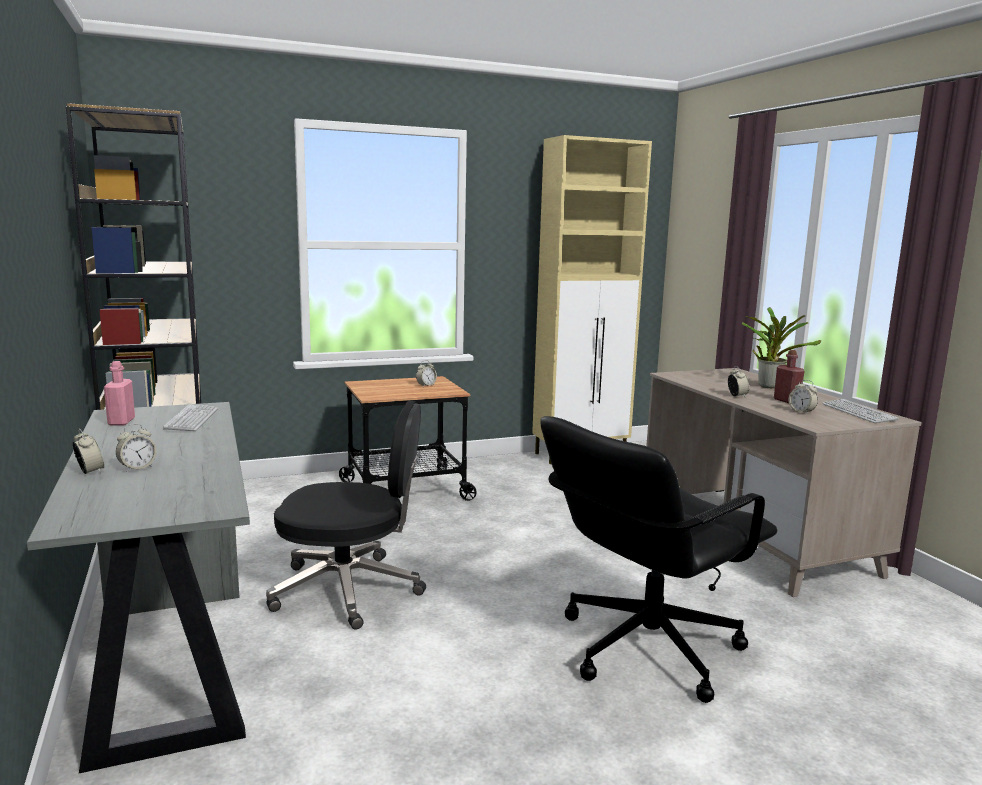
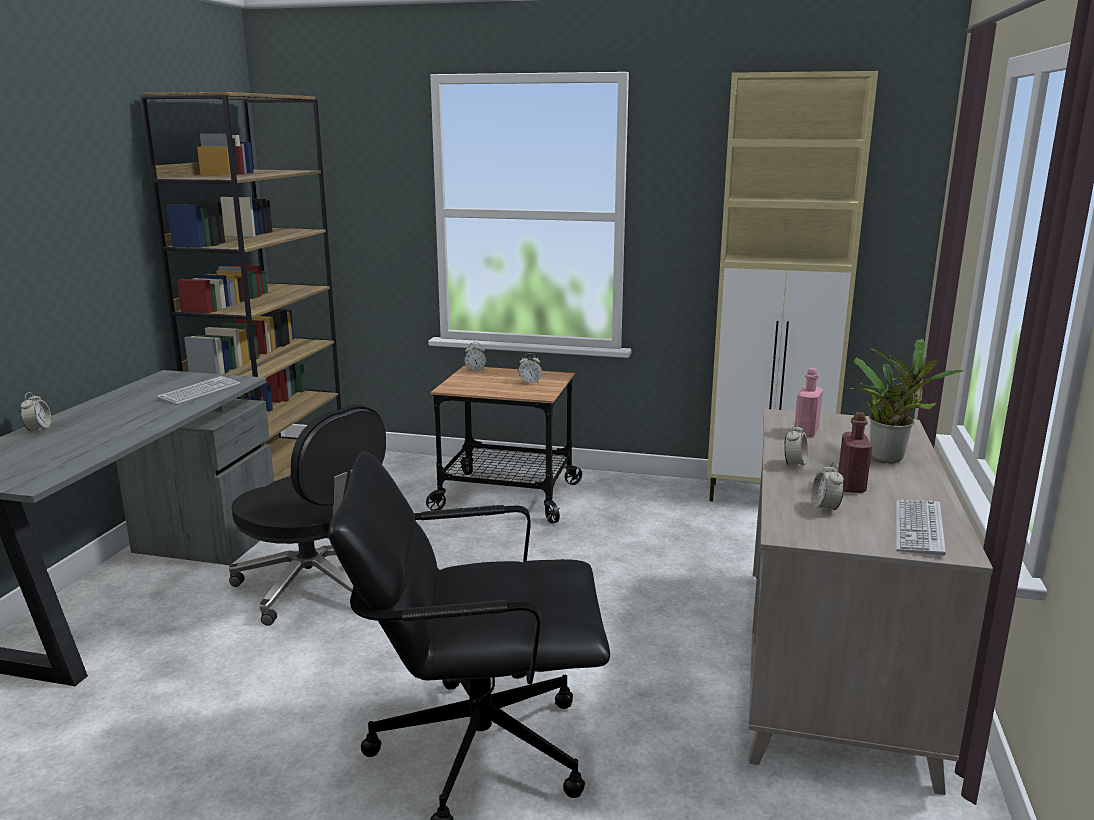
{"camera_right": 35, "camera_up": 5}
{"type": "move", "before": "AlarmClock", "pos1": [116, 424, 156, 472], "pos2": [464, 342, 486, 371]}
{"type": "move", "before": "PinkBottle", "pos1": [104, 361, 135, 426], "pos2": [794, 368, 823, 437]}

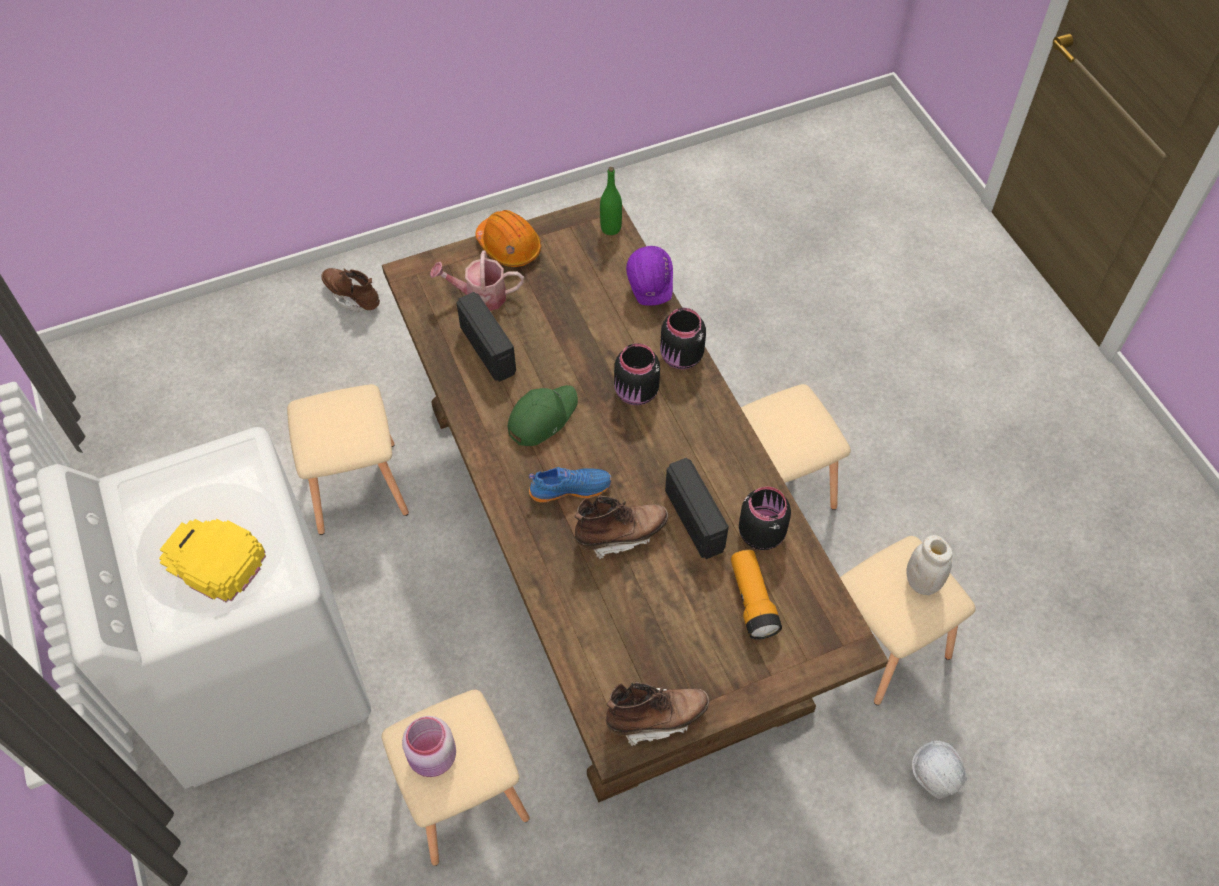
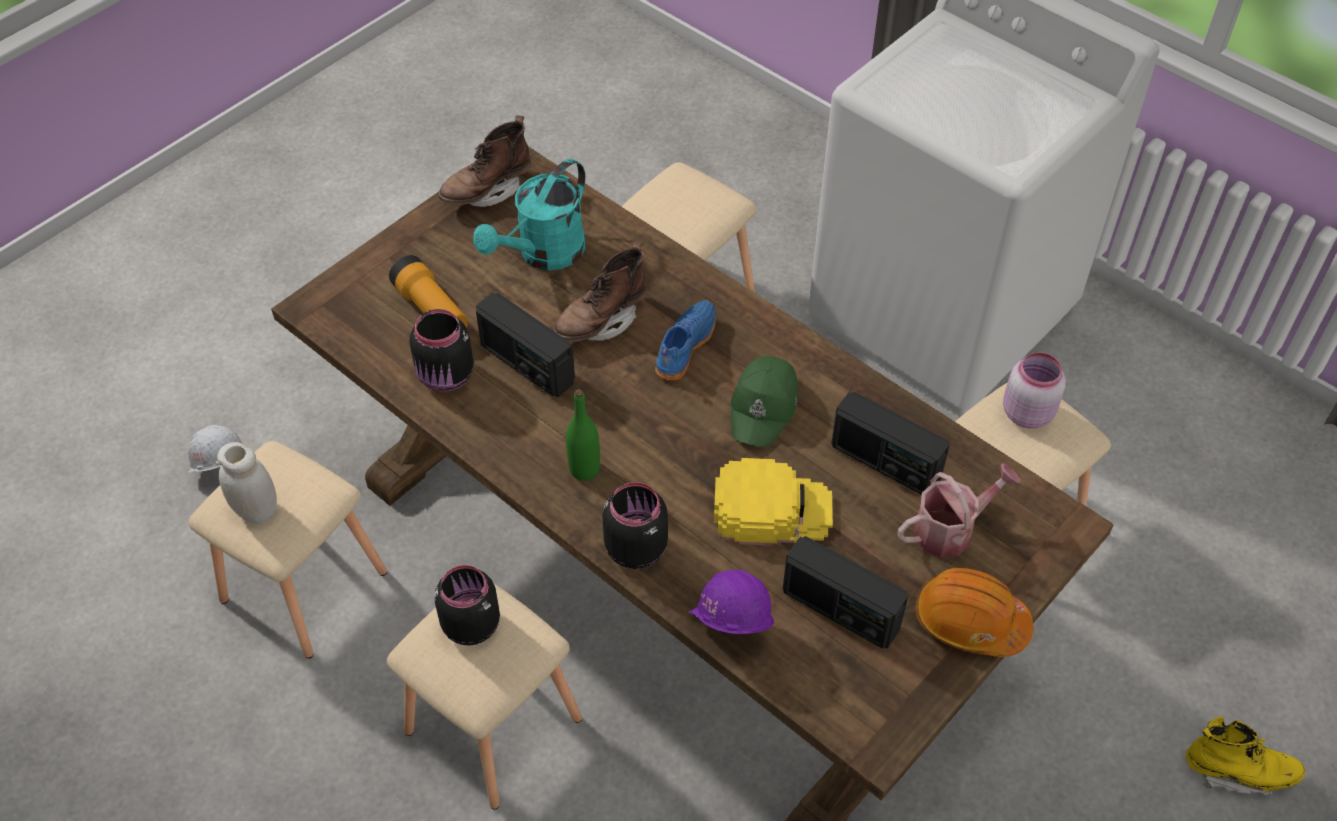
{"camera_right": 155, "camera_up": -5}
{"type": "move", "before": "BlackJar", "pos1": [614, 343, 660, 405], "pos2": [434, 565, 500, 645]}
{"type": "insert", "after": "TurquoiseWateringCan", "pos2": [473, 159, 586, 270]}
{"type": "move", "before": "GreenBottle", "pos1": [600, 167, 622, 235], "pos2": [566, 389, 600, 481]}
{"type": "rotate", "before": "BlueShoe", "pos1": [529, 467, 612, 503], "pos2": [655, 300, 716, 380], "turn": 150}
{"type": "move", "before": "YellowCap", "pos1": [159, 519, 266, 603], "pos2": [714, 458, 833, 546]}
{"type": "insert", "after": "Radio", "pos2": [783, 536, 908, 648]}
{"type": "move", "before": "PinkJar", "pos1": [402, 716, 456, 777], "pos2": [1003, 353, 1066, 429]}
{"type": "recolor", "before": "BrownBoot", "after": "YellowBoot", "pos1": [321, 268, 380, 313], "pos2": [1186, 717, 1305, 796]}

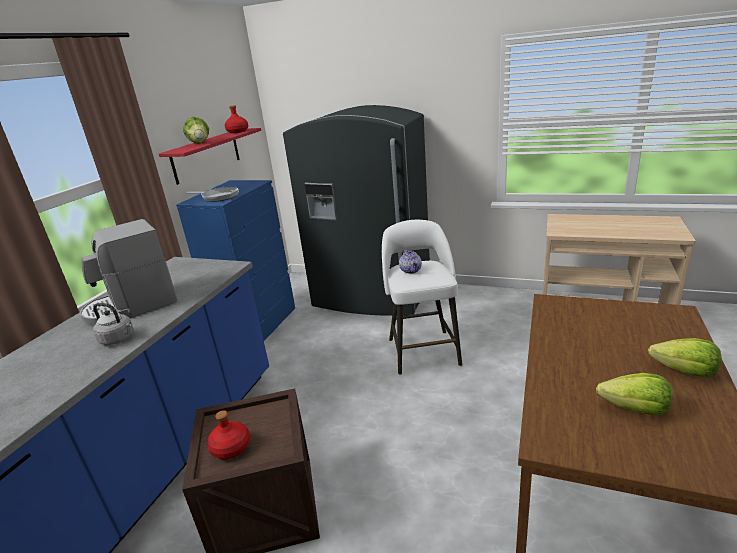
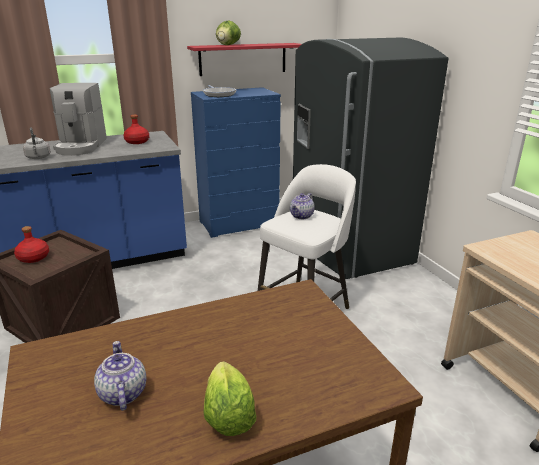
{"camera_right": 45, "camera_up": 0}
{"type": "rotate", "before": "CoffeeMachine", "pos1": [80, 219, 178, 327], "pos2": [50, 83, 107, 156], "turn": -105}
{"type": "replace", "before": "Lettuce", "after": "Teapot", "pos1": [596, 373, 673, 416], "pos2": [94, 341, 146, 411]}
{"type": "move", "before": "RedBottle", "pos1": [225, 106, 248, 133], "pos2": [123, 115, 149, 144]}

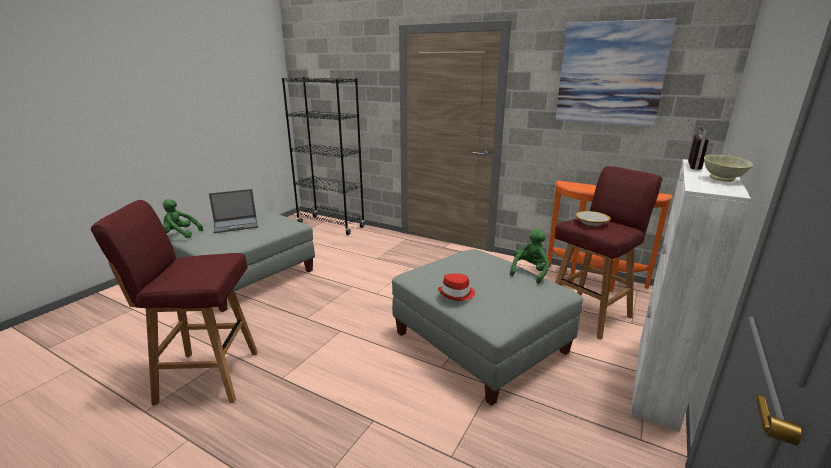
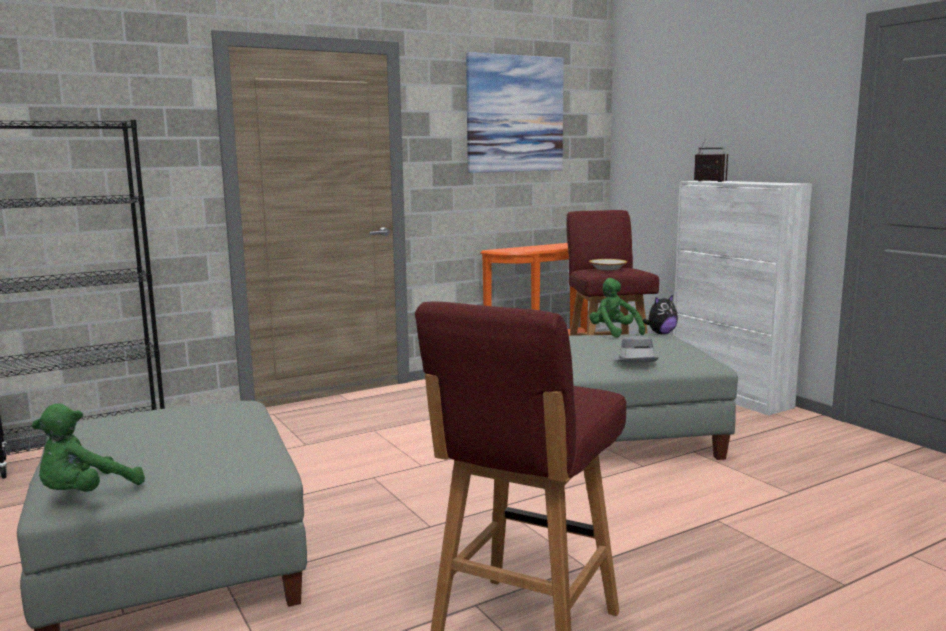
{"camera_right": -60, "camera_up": -10}
{"type": "recolor", "before": "RedHat", "after": "GreyHat", "pos1": [438, 274, 475, 301], "pos2": [614, 336, 659, 362]}
{"type": "insert", "after": "PlushToy", "pos2": [643, 295, 678, 334]}
{"type": "delete", "before": "Laptop", "pos1": [209, 189, 258, 233]}
{"type": "delete", "before": "BeigeBowl", "pos1": [704, 155, 753, 182]}

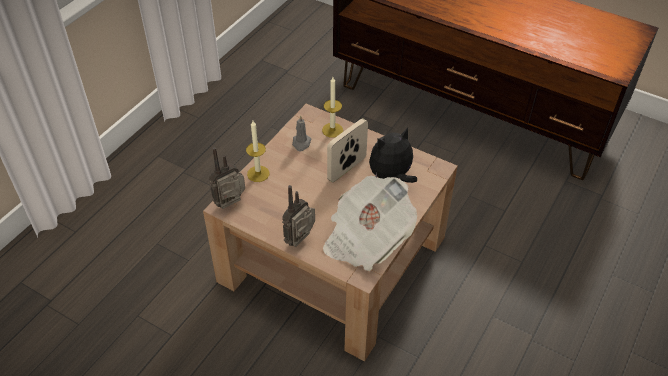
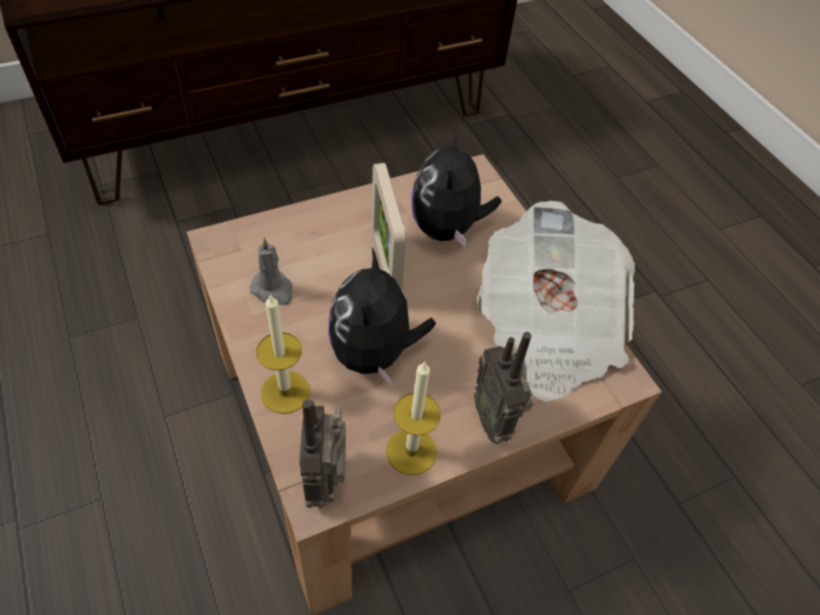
{"camera_right": -60, "camera_up": 5}
{"type": "insert", "after": "PlushToy", "pos2": [328, 247, 436, 385]}
{"type": "move", "before": "Candle", "pos1": [322, 77, 343, 138], "pos2": [386, 361, 441, 476]}

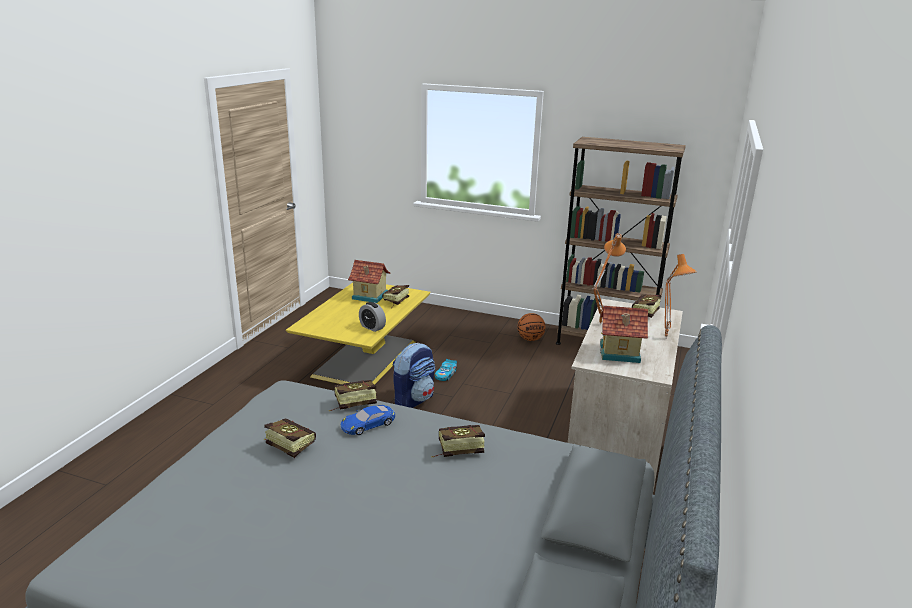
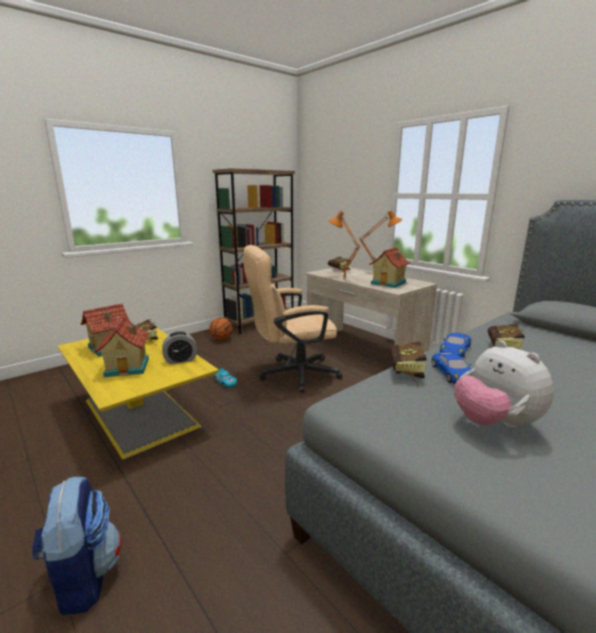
{"camera_right": -60, "camera_up": -5}
{"type": "move", "before": "Backpack", "pos1": [393, 343, 435, 408], "pos2": [31, 477, 122, 615]}
{"type": "insert", "after": "ToyHouse", "pos2": [95, 317, 149, 377]}
{"type": "insert", "after": "BeigeOfficeChair", "pos2": [243, 245, 343, 392]}
{"type": "insert", "after": "BlueToyCar", "pos2": [440, 333, 472, 357]}
{"type": "replace", "before": "Book", "after": "PlushToy", "pos1": [264, 419, 316, 458], "pos2": [454, 341, 554, 429]}

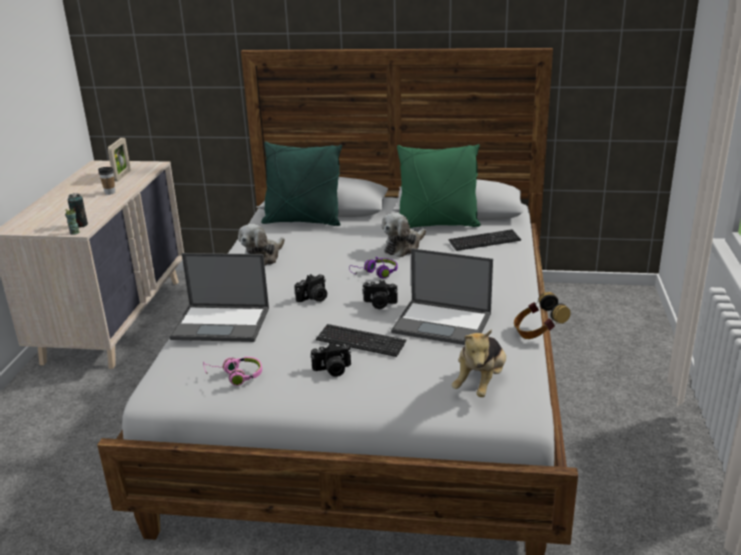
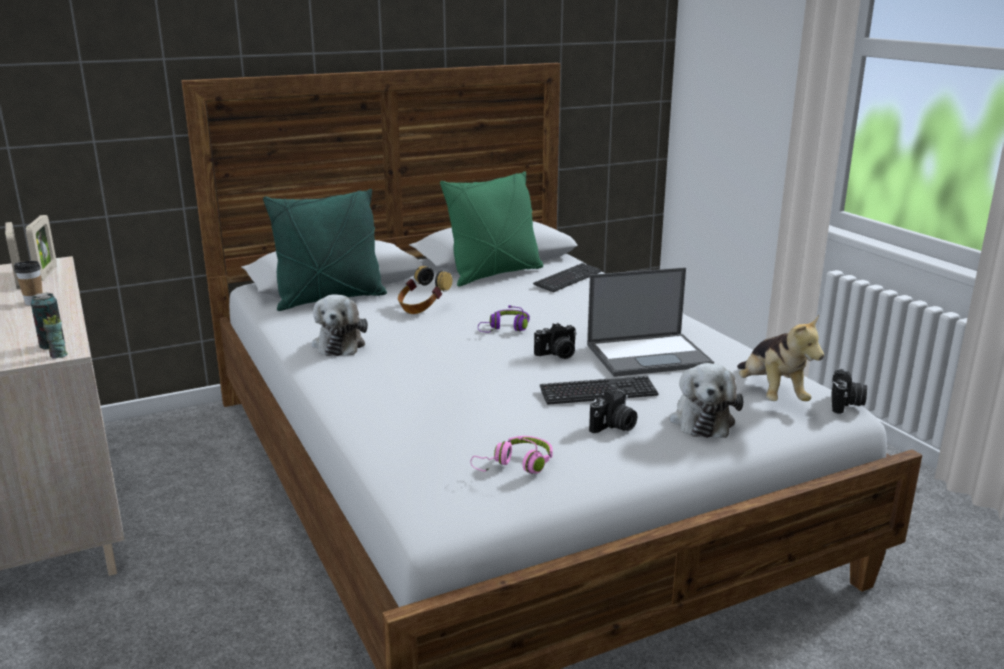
{"camera_right": -35, "camera_up": -5}
{"type": "insert", "after": "PictureFrame", "pos2": [26, 215, 57, 281]}
{"type": "move", "before": "Headphones", "pos1": [514, 292, 571, 339], "pos2": [398, 266, 452, 314]}
{"type": "move", "before": "PlushToy", "pos1": [382, 213, 426, 257], "pos2": [669, 363, 743, 438]}
{"type": "move", "before": "PhotoCamera", "pos1": [295, 274, 327, 302], "pos2": [831, 369, 867, 414]}
{"type": "delete", "before": "Laptop", "pos1": [169, 253, 269, 342]}

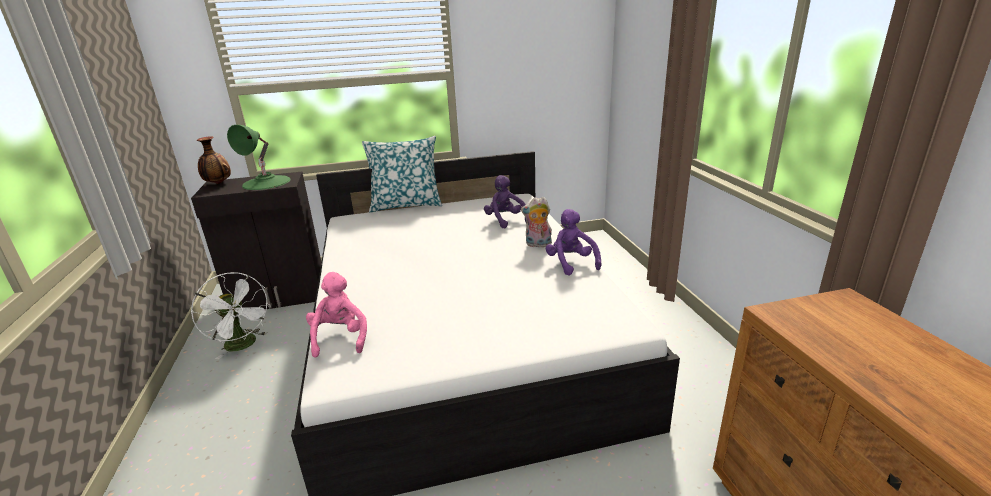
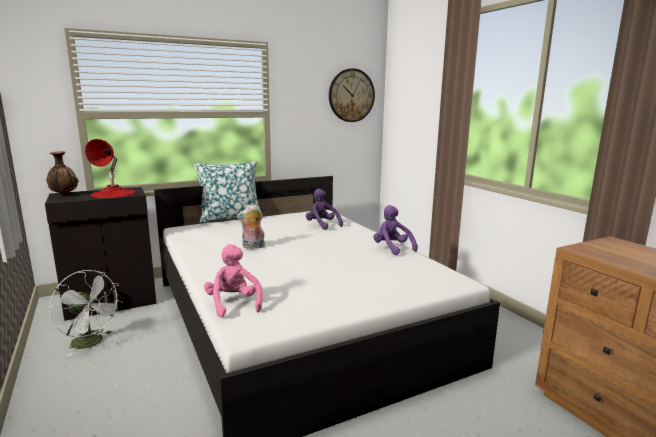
{"camera_right": -15, "camera_up": -10}
{"type": "recolor", "before": "GreenTableLamp", "after": "RedTableLamp", "pos1": [227, 125, 291, 190], "pos2": [85, 139, 136, 198]}
{"type": "move", "before": "PlushToy", "pos1": [521, 197, 552, 247], "pos2": [237, 205, 265, 249]}
{"type": "insert", "after": "WallClock", "pos2": [329, 68, 375, 122]}

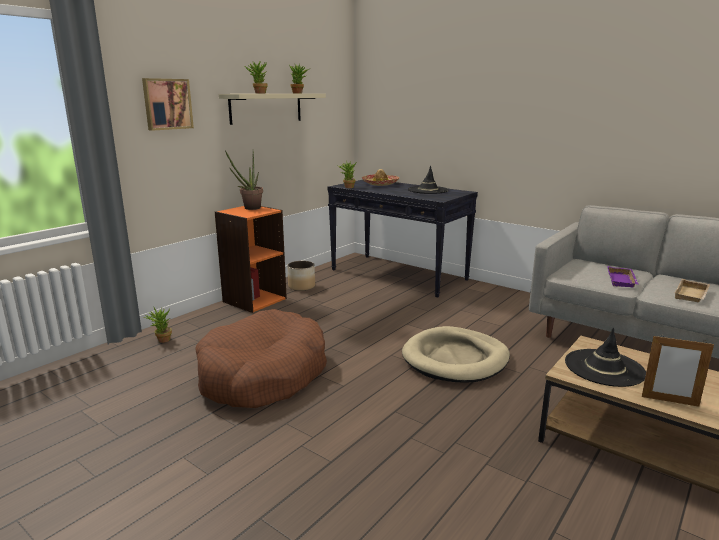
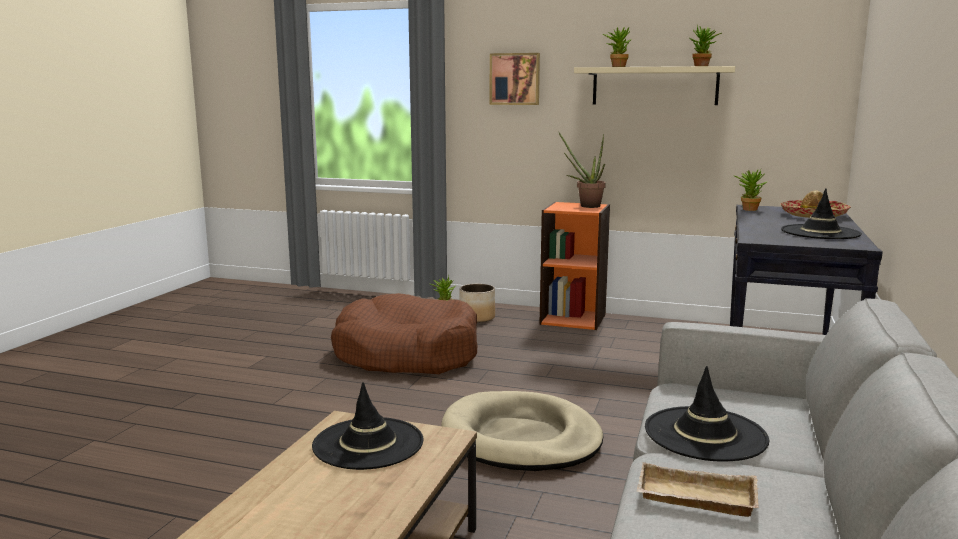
{"camera_right": 70, "camera_up": -5}
{"type": "move", "before": "Planter", "pos1": [287, 261, 315, 291], "pos2": [460, 284, 495, 322]}
{"type": "replace", "before": "PurpleTray", "after": "BlackHat", "pos1": [607, 266, 638, 287], "pos2": [645, 366, 769, 462]}
{"type": "delete", "before": "PictureFrame", "pos1": [642, 335, 714, 407]}

